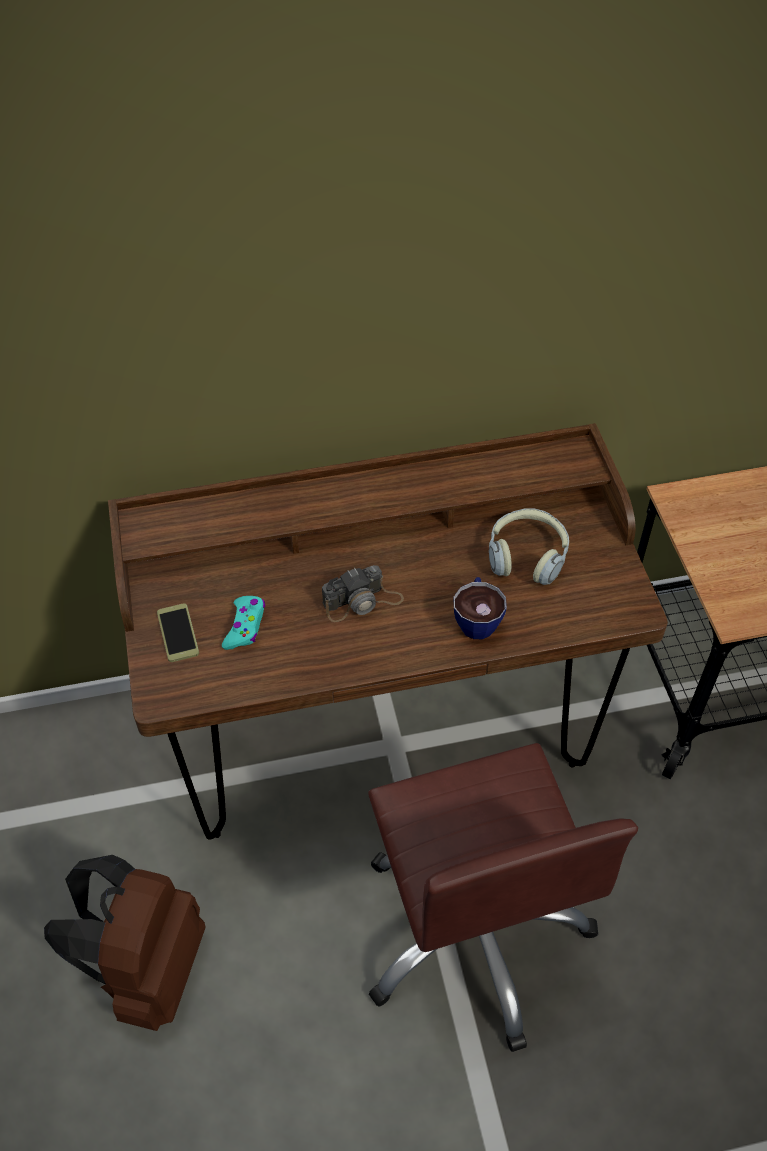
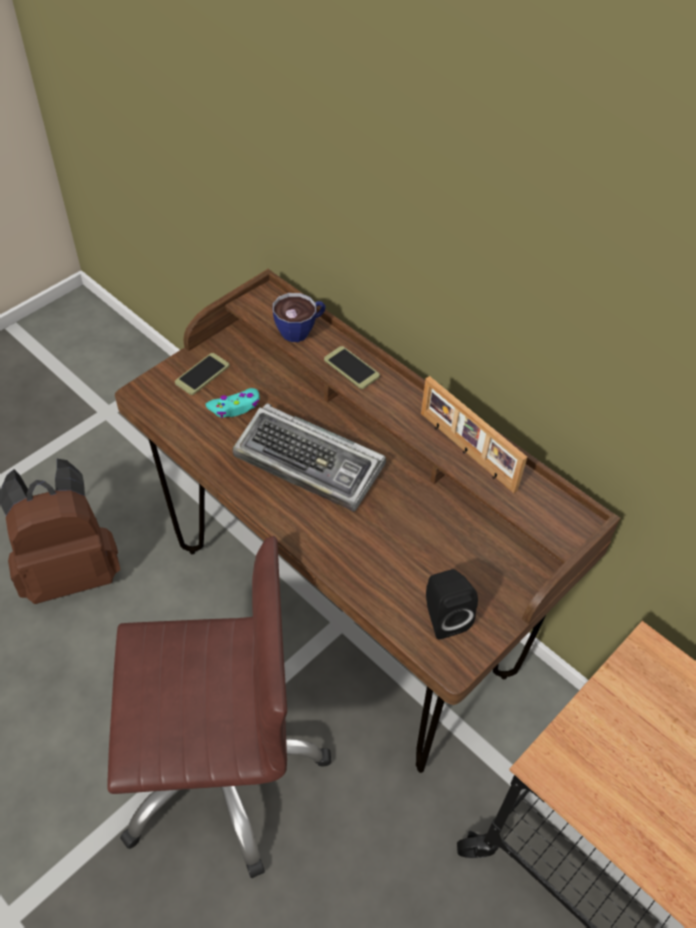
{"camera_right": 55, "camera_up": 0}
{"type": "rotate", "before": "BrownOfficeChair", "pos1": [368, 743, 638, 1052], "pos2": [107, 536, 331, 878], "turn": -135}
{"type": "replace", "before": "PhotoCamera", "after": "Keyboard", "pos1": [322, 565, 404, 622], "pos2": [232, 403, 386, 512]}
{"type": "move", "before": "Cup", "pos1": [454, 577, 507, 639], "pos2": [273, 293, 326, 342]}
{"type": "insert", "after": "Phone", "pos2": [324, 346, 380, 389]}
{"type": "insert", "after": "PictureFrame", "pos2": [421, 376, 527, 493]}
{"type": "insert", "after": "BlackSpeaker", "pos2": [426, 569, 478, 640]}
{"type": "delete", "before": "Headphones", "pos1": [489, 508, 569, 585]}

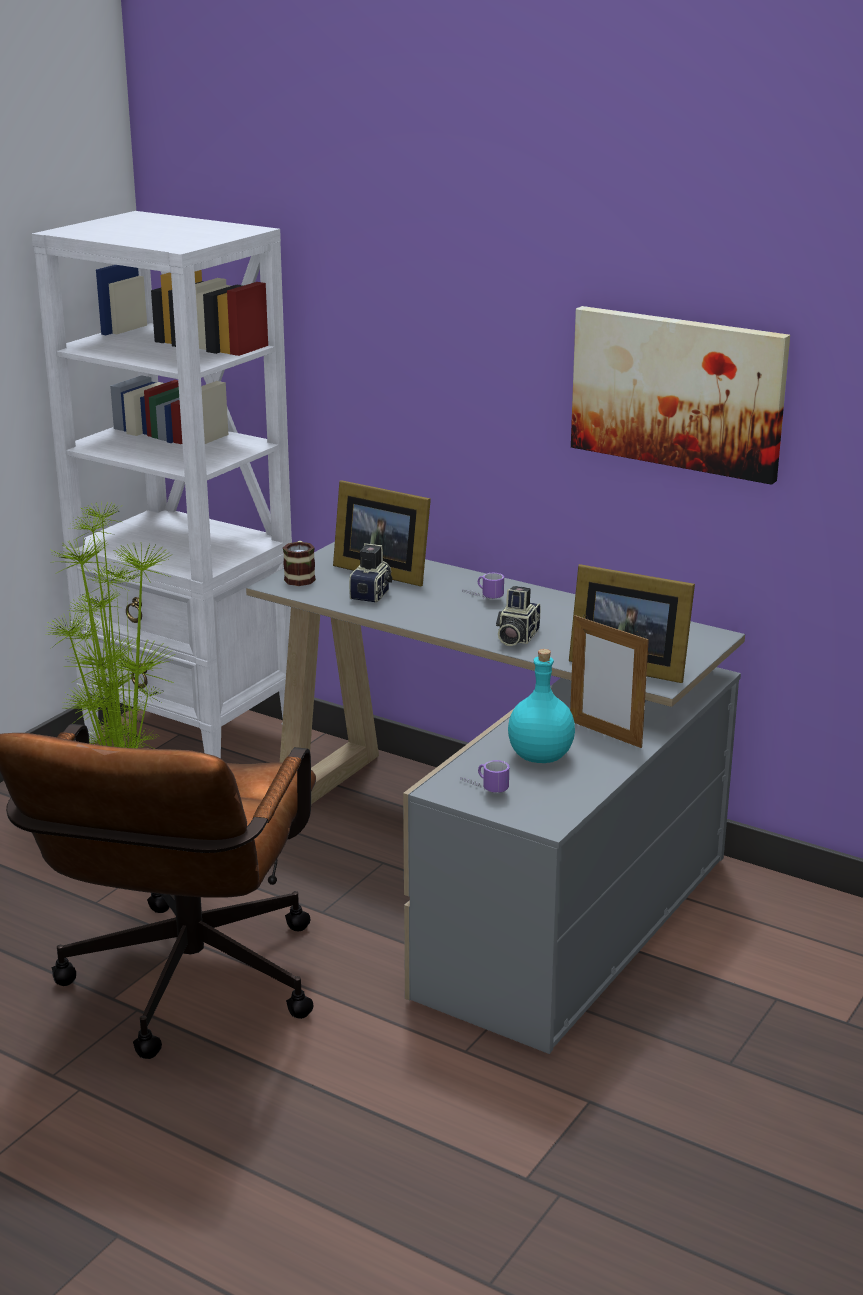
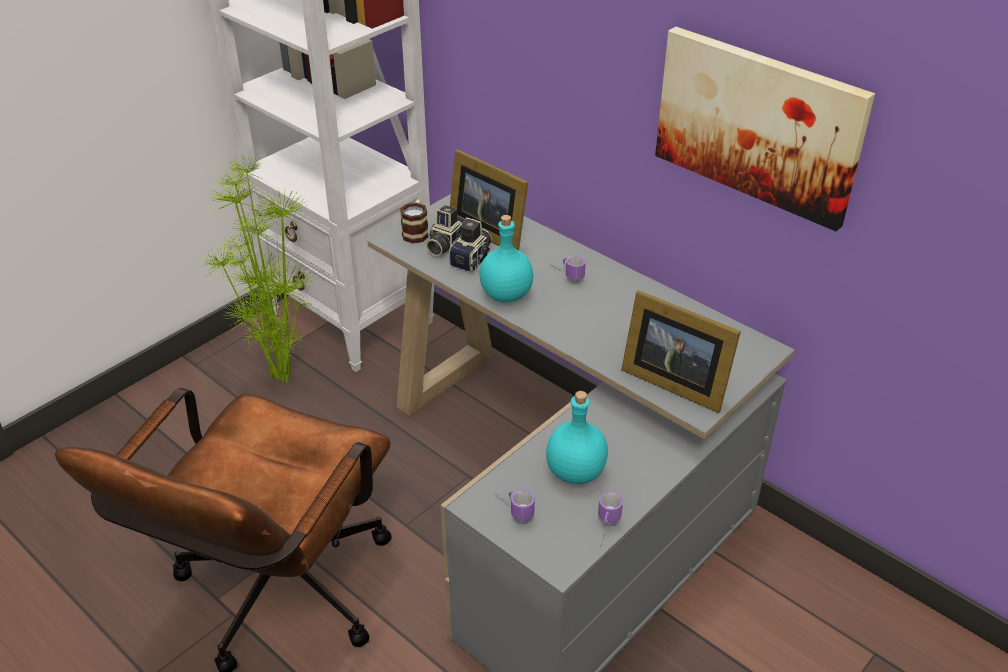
{"camera_right": 10, "camera_up": 15}
{"type": "move", "before": "PhotoCamera", "pos1": [496, 586, 541, 646], "pos2": [426, 205, 466, 256]}
{"type": "insert", "after": "TurquoiseBottle", "pos2": [479, 215, 533, 303]}
{"type": "insert", "after": "Mug", "pos2": [598, 492, 623, 550]}
{"type": "delete", "before": "PictureFrame", "pos1": [570, 615, 649, 748]}

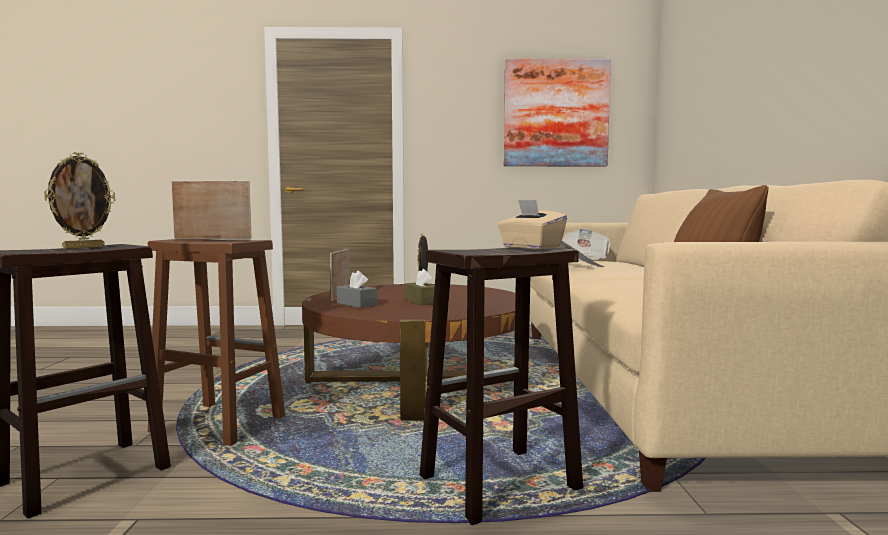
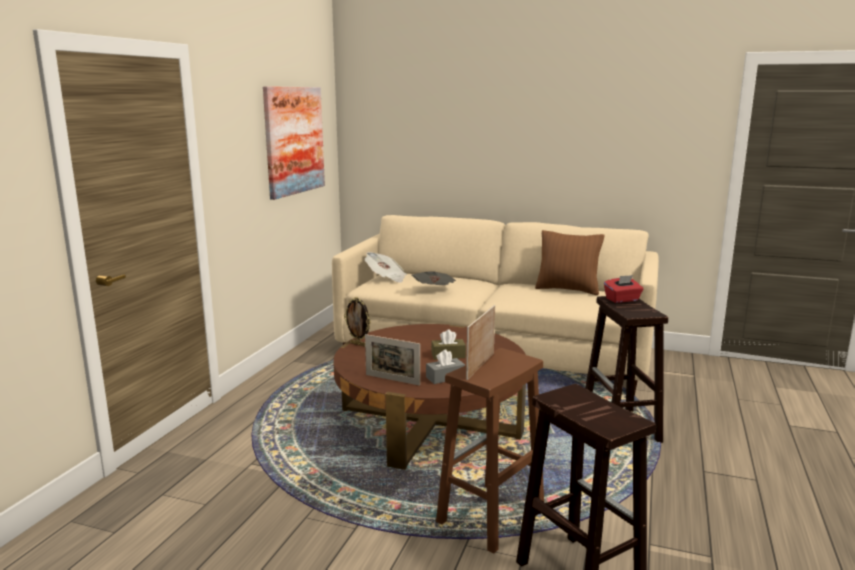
{"camera_right": -70, "camera_up": 10}
{"type": "recolor", "before": "BeigeTissueBox", "after": "RedTissueBox", "pos1": [497, 200, 567, 249], "pos2": [604, 275, 643, 303]}
{"type": "delete", "before": "PictureFrame", "pos1": [44, 152, 116, 249]}

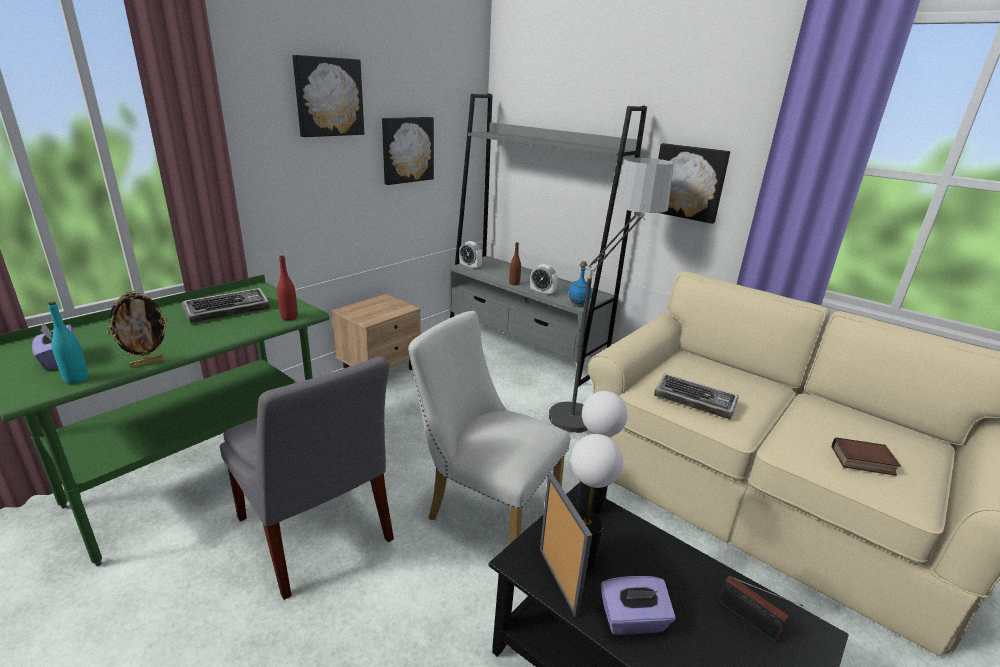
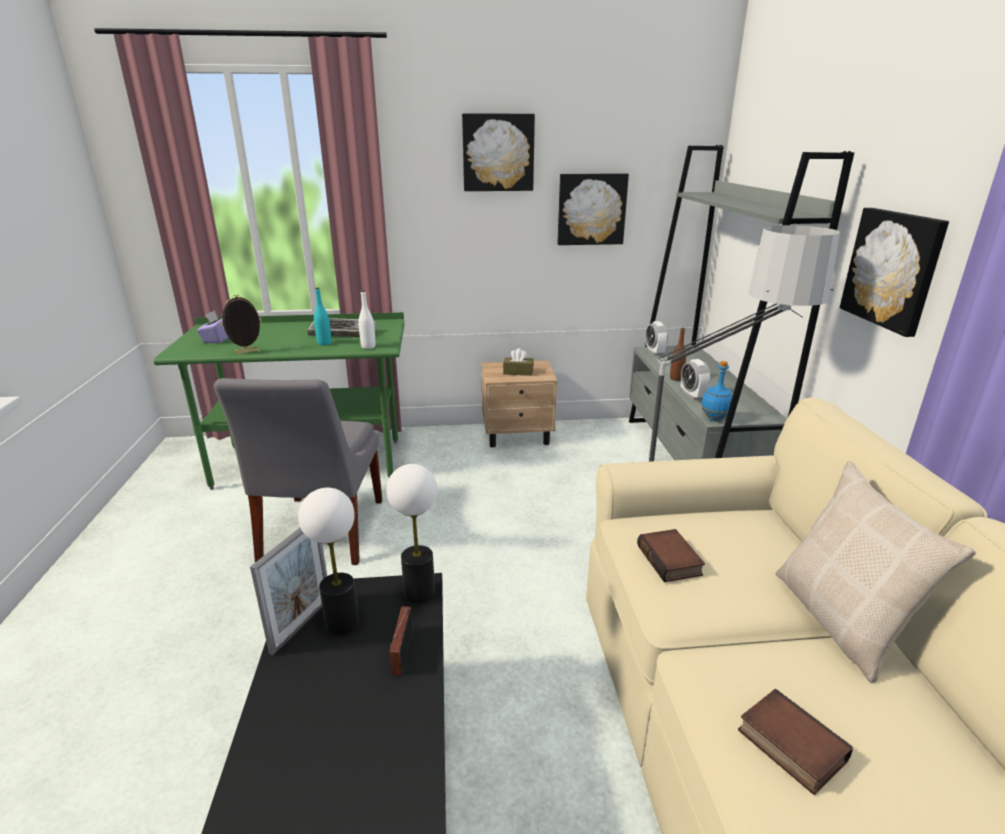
{"camera_right": 45, "camera_up": 0}
{"type": "rotate", "before": "PictureFrame", "pos1": [107, 291, 169, 368], "pos2": [220, 295, 262, 354], "turn": 150}
{"type": "move", "before": "TurquoiseBottle", "pos1": [48, 302, 88, 384], "pos2": [314, 288, 331, 346]}
{"type": "recolor", "before": "RedBottle", "after": "WhiteBottle", "pos1": [277, 255, 298, 320], "pos2": [358, 290, 376, 349]}
{"type": "move", "before": "Radio", "pos1": [718, 576, 803, 643], "pos2": [389, 607, 413, 675]}
{"type": "insert", "after": "BrownTissueBox", "pos2": [503, 348, 534, 376]}
{"type": "replace", "before": "Keyboard", "after": "Book", "pos1": [654, 373, 739, 419], "pos2": [637, 529, 705, 582]}
{"type": "insert", "after": "BeigePillow", "pos2": [776, 461, 976, 683]}
{"type": "delete", "before": "WhiteChair", "pos1": [408, 311, 570, 543]}
{"type": "delete", "before": "PurpleTissueBox", "pos1": [601, 576, 676, 635]}

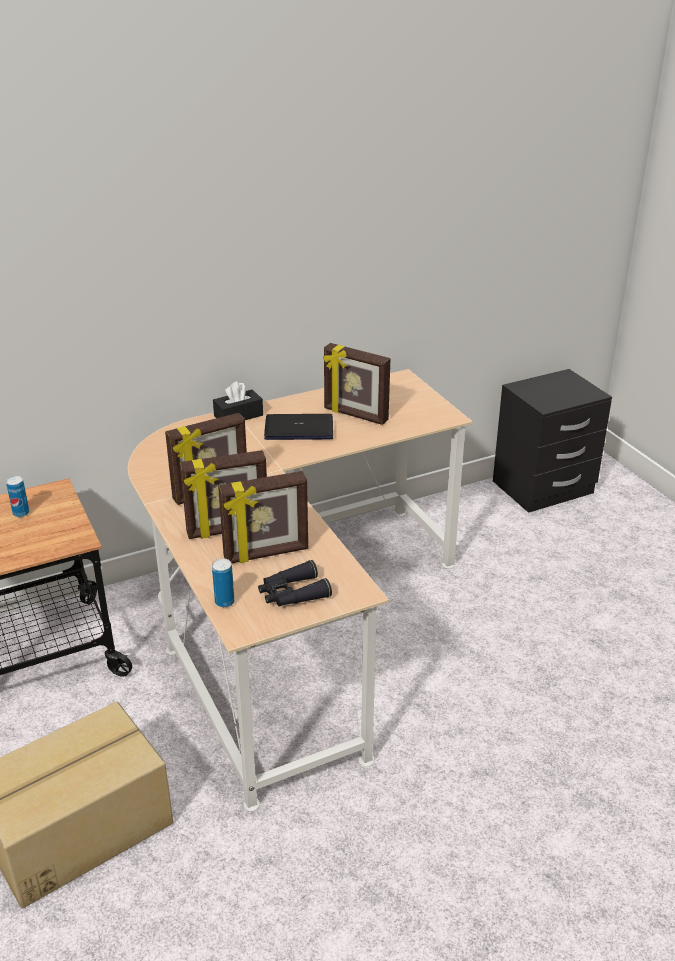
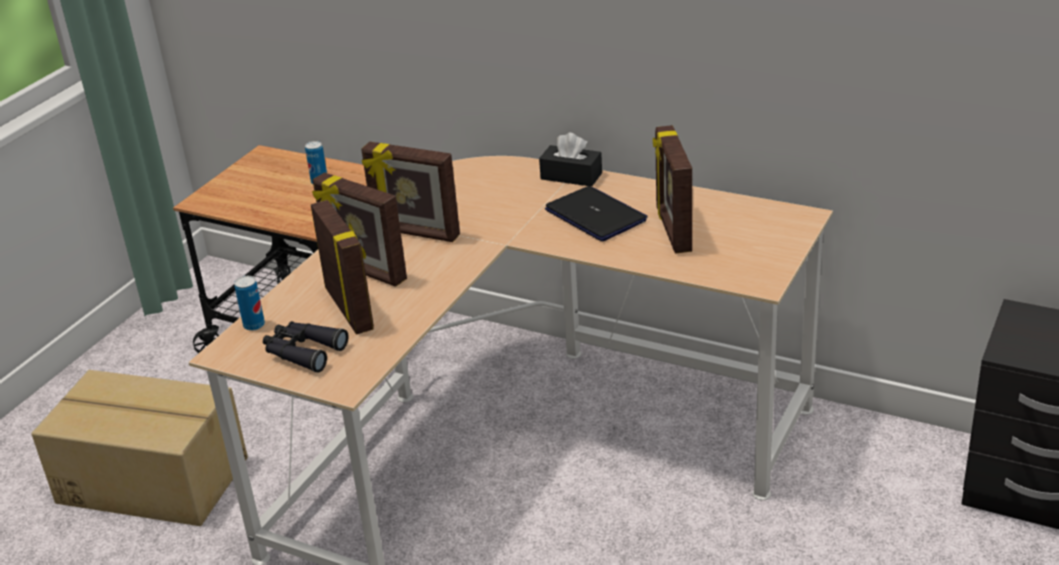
{"camera_right": 55, "camera_up": 0}
{"type": "rotate", "before": "PictureFrame", "pos1": [218, 471, 308, 563], "pos2": [311, 200, 374, 335], "turn": -150}

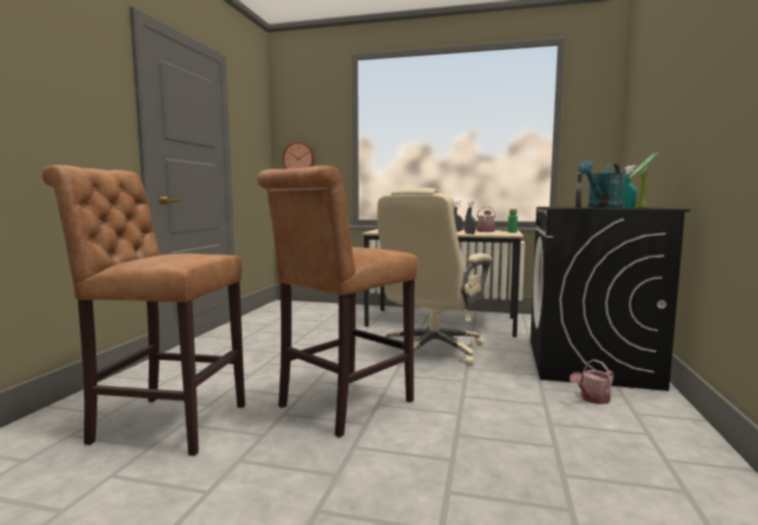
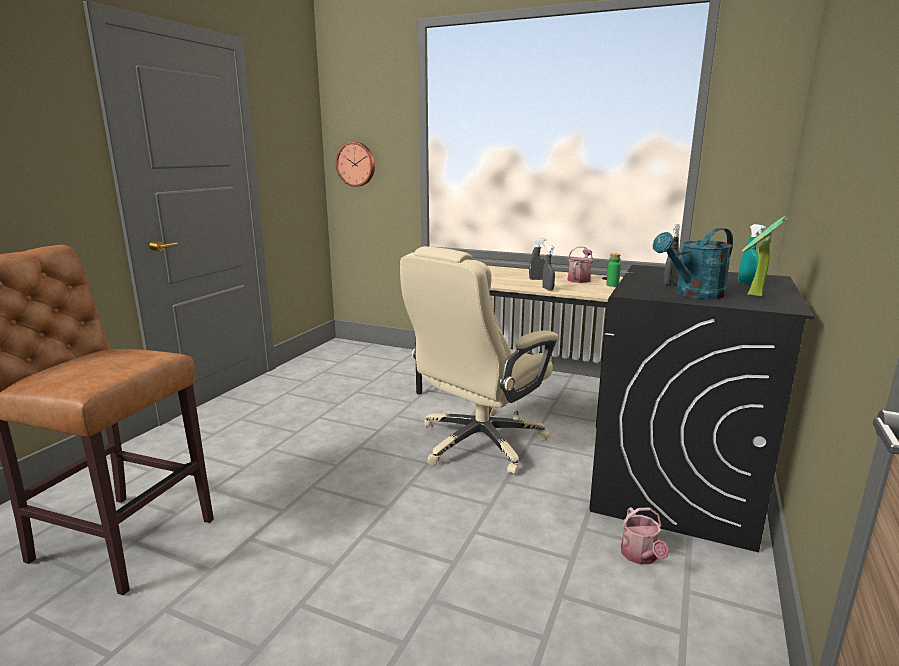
{"camera_right": 10, "camera_up": 10}
{"type": "rotate", "before": "WateringCan", "pos1": [570, 359, 614, 404], "pos2": [621, 507, 670, 565], "turn": -75}
{"type": "delete", "before": "BrownStool", "pos1": [257, 165, 418, 437]}

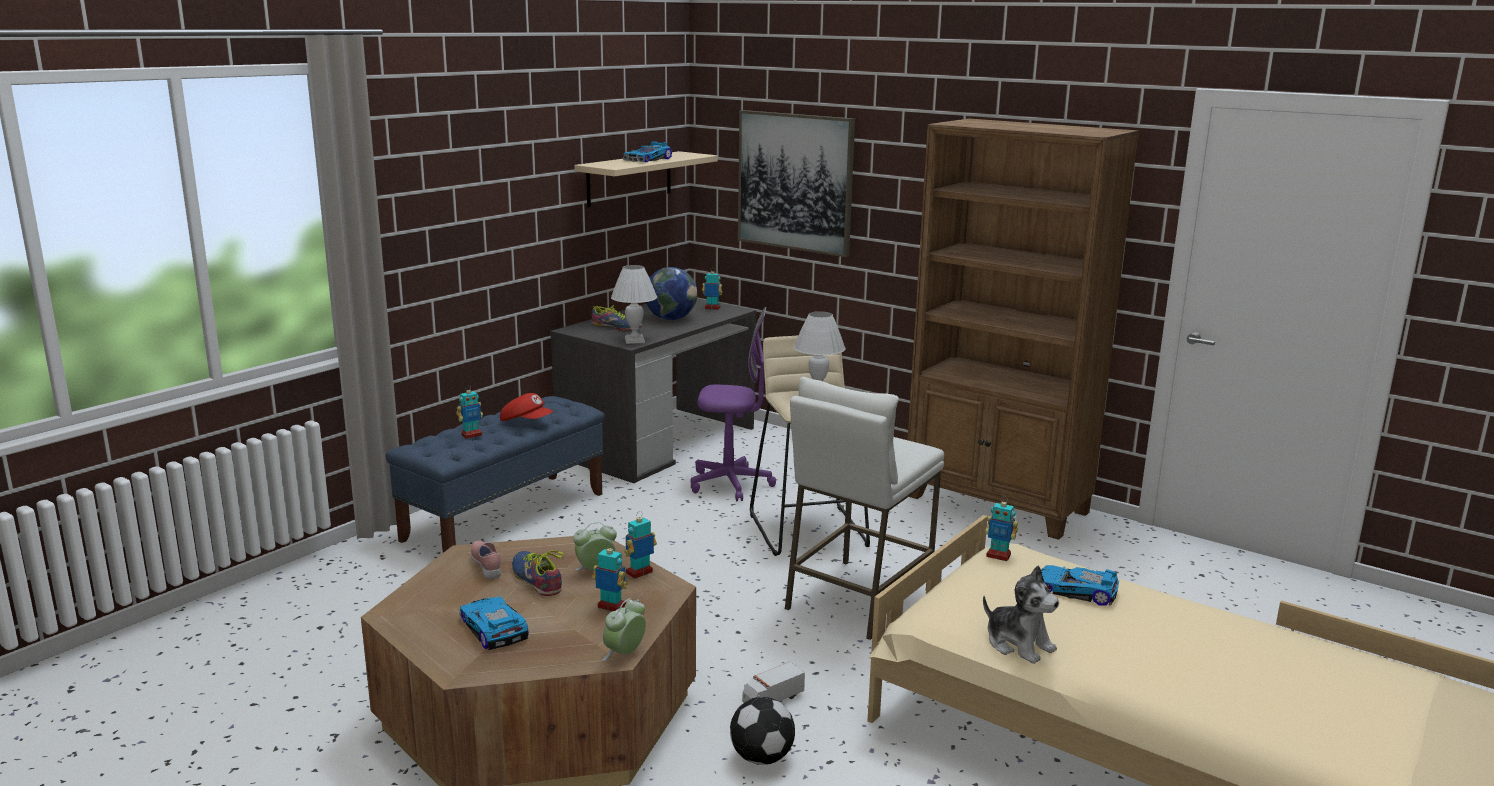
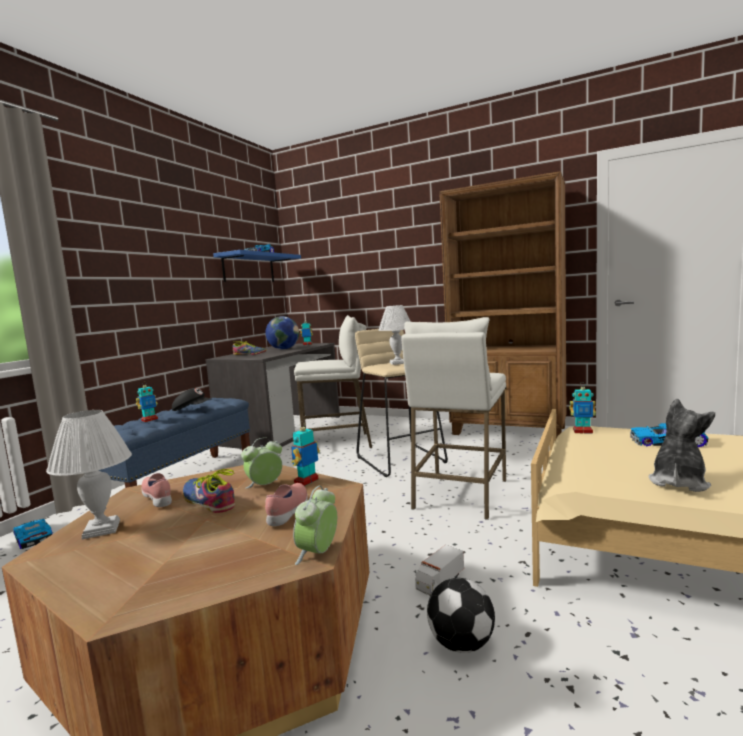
{"camera_right": -10, "camera_up": -10}
{"type": "move", "before": "ToyCar", "pos1": [459, 596, 529, 650], "pos2": [13, 519, 52, 549]}
{"type": "move", "before": "WhiteTableLamp", "pos1": [611, 265, 657, 344], "pos2": [46, 410, 132, 540]}
{"type": "recolor", "before": "RedCap", "after": "BlackCap", "pos1": [500, 393, 553, 421], "pos2": [172, 388, 211, 411]}
{"type": "recolor", "before": "BeigeShelf", "after": "BlueShelf", "pos1": [574, 151, 718, 207], "pos2": [213, 250, 301, 282]}
{"type": "replace", "before": "ToyRobot", "after": "PinkShoe", "pos1": [592, 542, 628, 611], "pos2": [265, 483, 308, 526]}
{"type": "replace", "before": "PurpleOfficeChair", "after": "WhiteStool", "pos1": [691, 307, 776, 501], "pos2": [294, 315, 372, 448]}
{"type": "rotate", "before": "PlushToy", "pos1": [983, 566, 1059, 664], "pos2": [648, 398, 715, 492], "turn": -90}
{"type": "delete", "before": "Picture", "pos1": [738, 110, 855, 257]}

